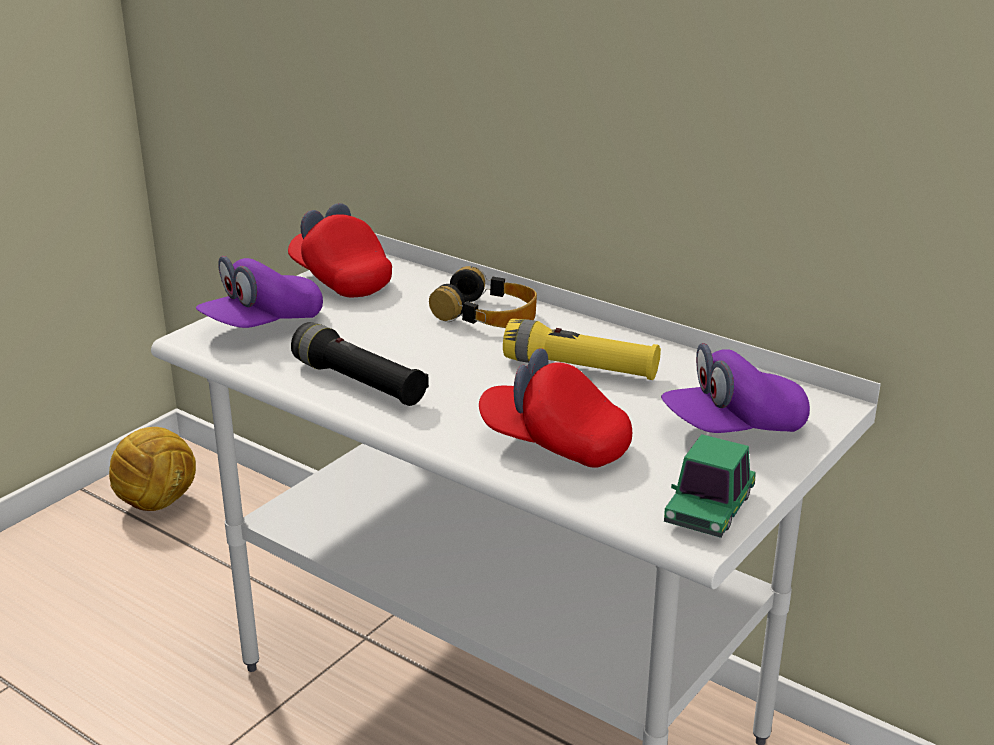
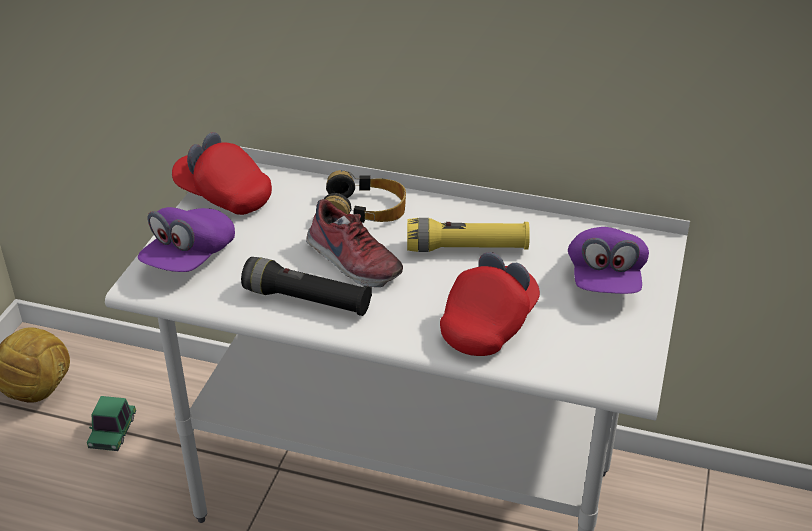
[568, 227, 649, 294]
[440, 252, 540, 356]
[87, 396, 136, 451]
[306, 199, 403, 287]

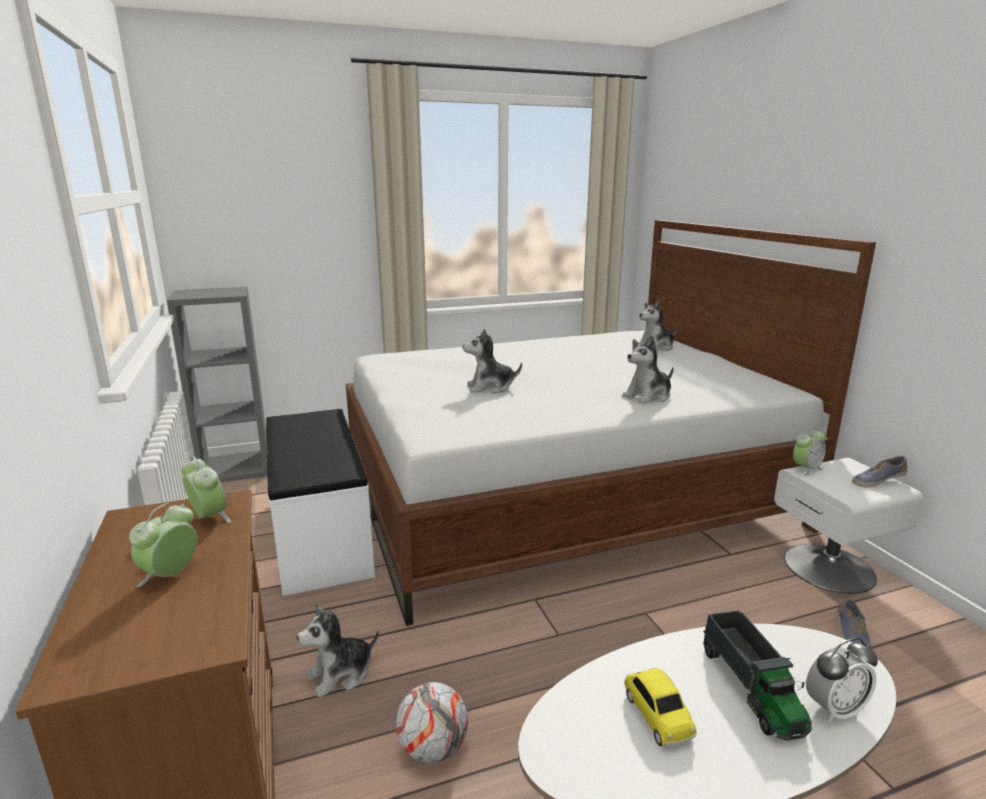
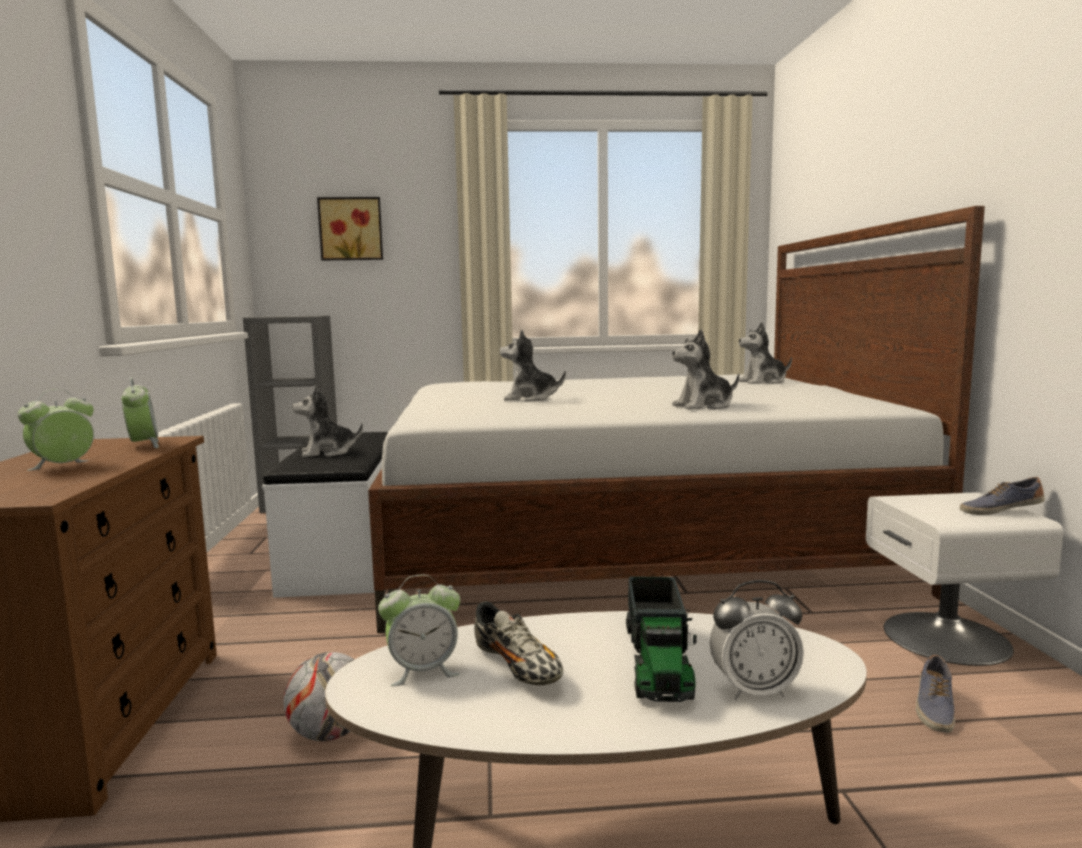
[378, 574, 460, 686]
[292, 386, 363, 457]
[474, 601, 564, 685]
[317, 197, 383, 260]

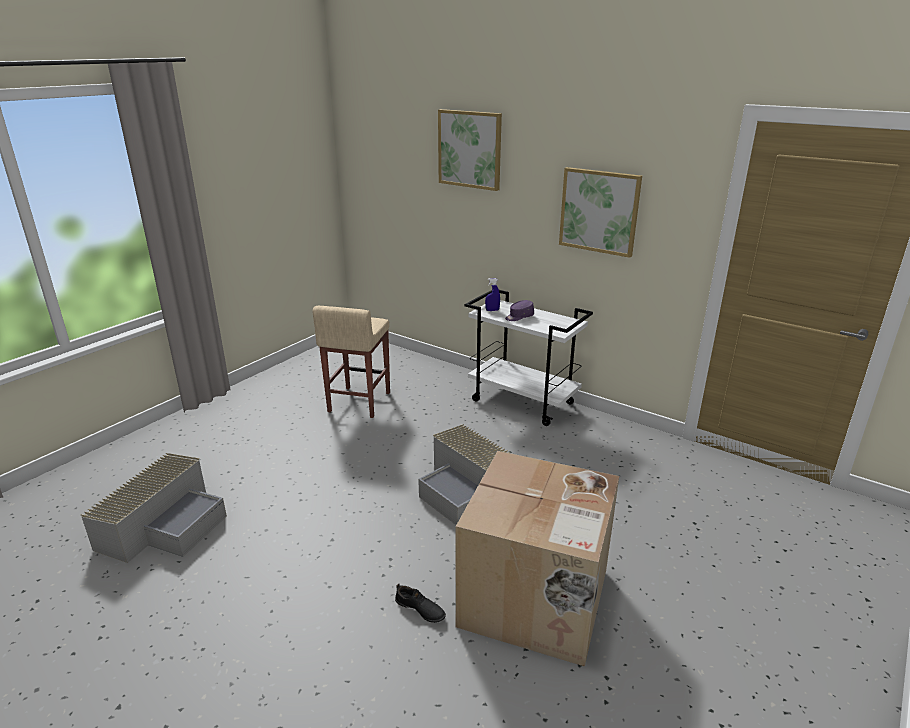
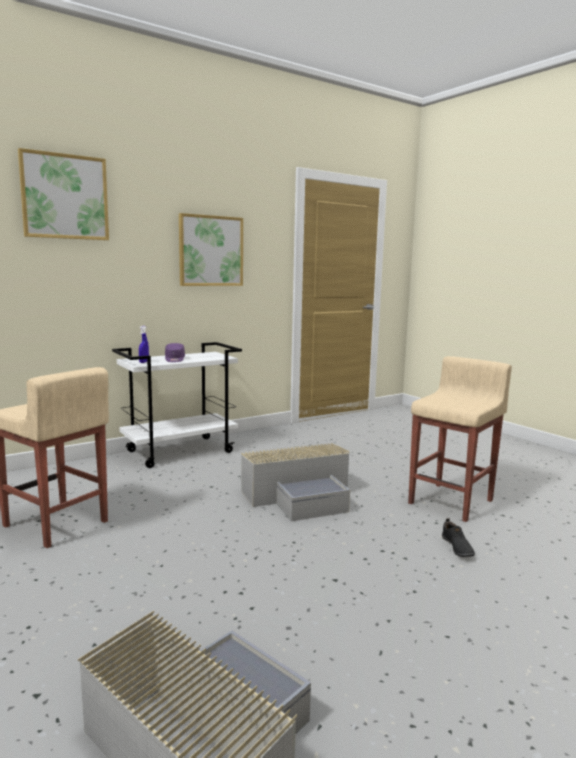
[408, 356, 512, 522]
[442, 518, 475, 557]

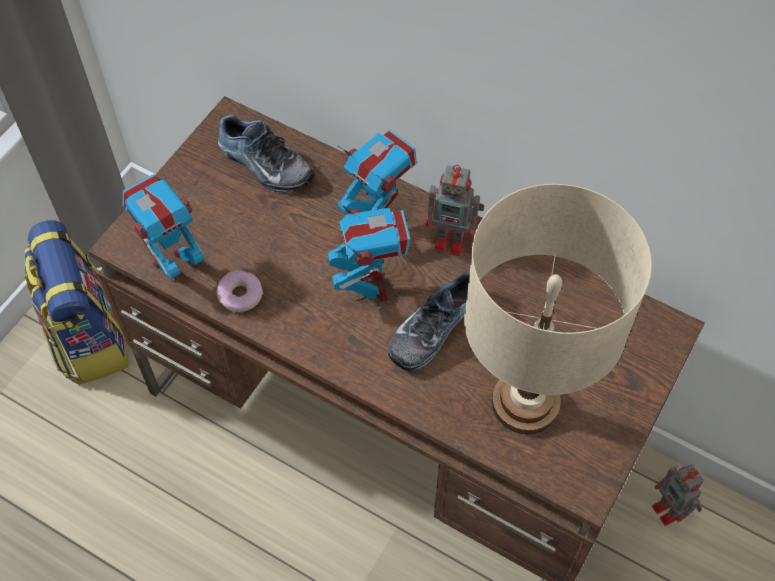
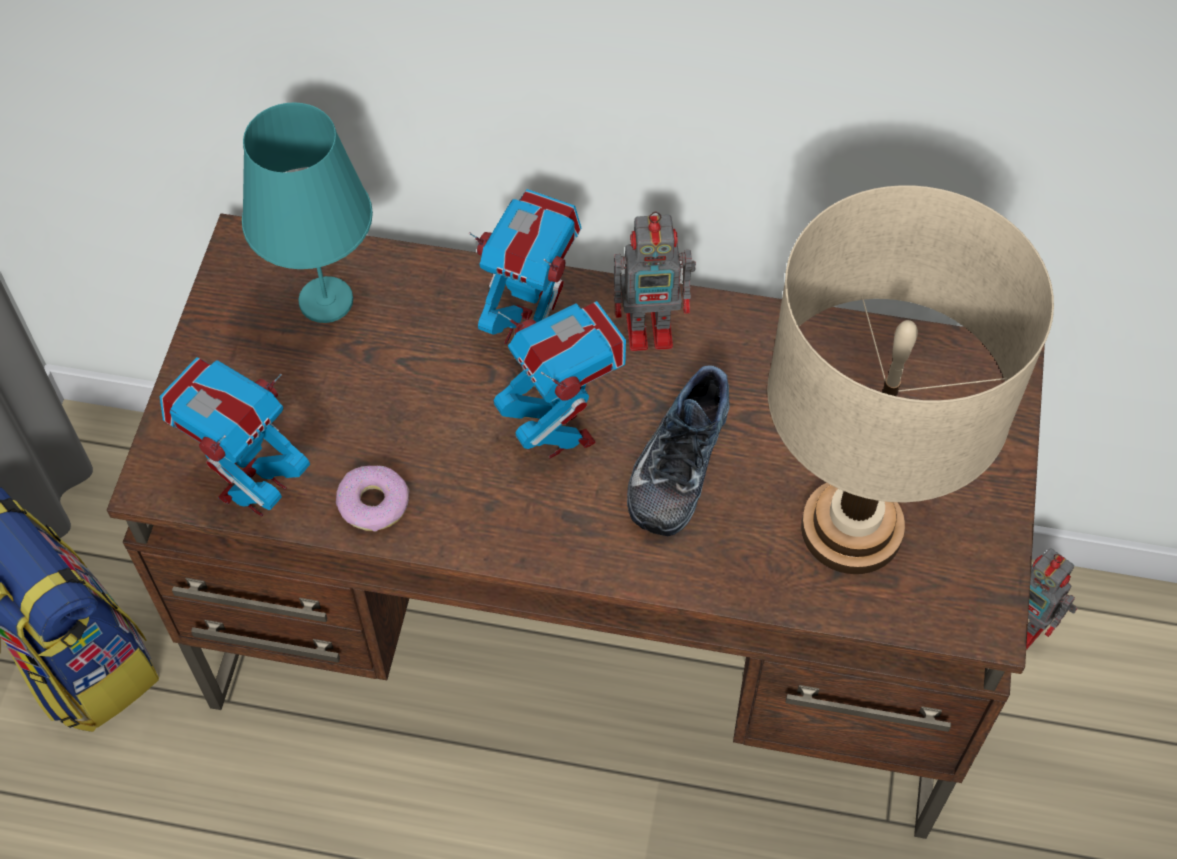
[242, 102, 373, 323]

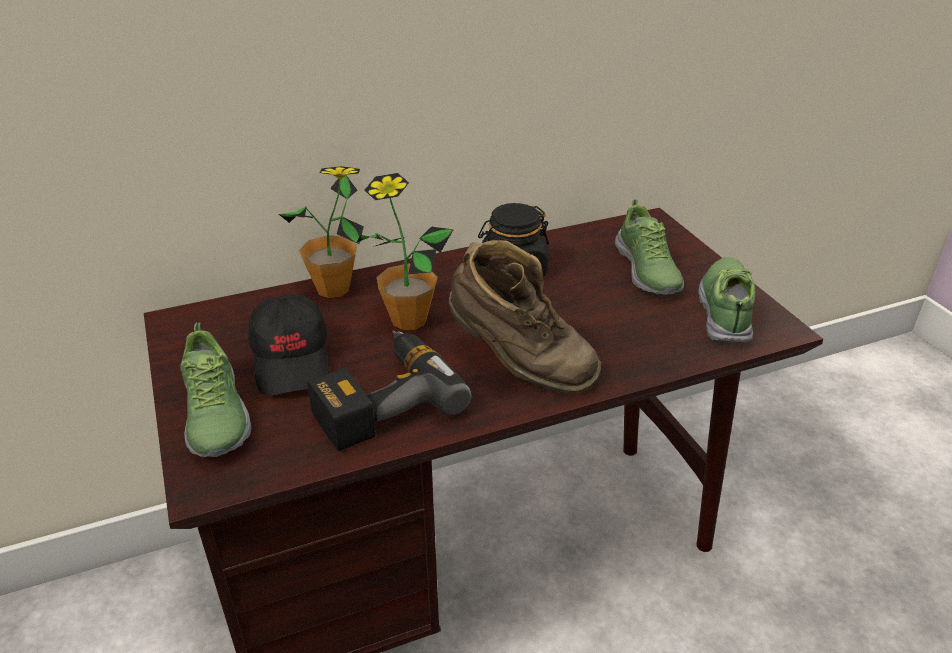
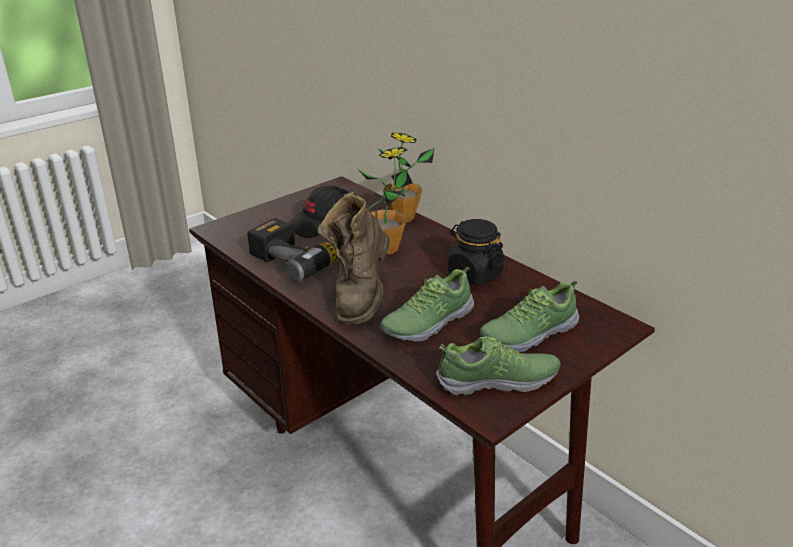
[381, 267, 474, 342]

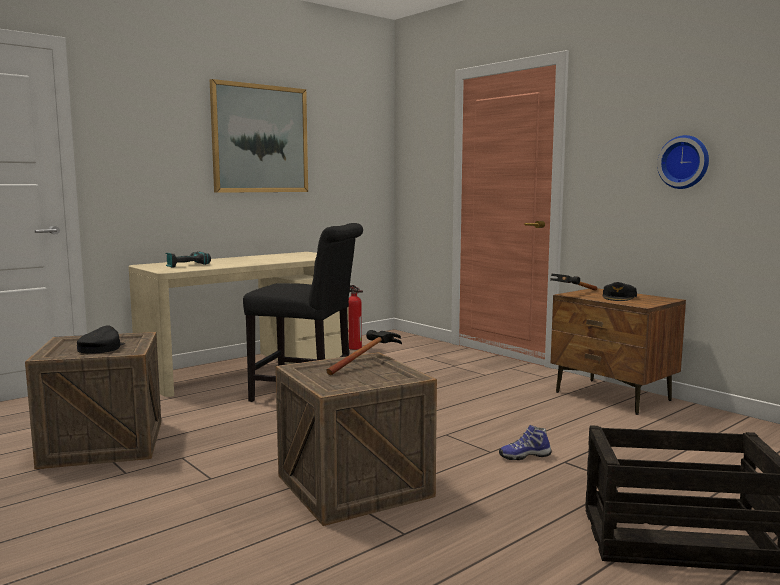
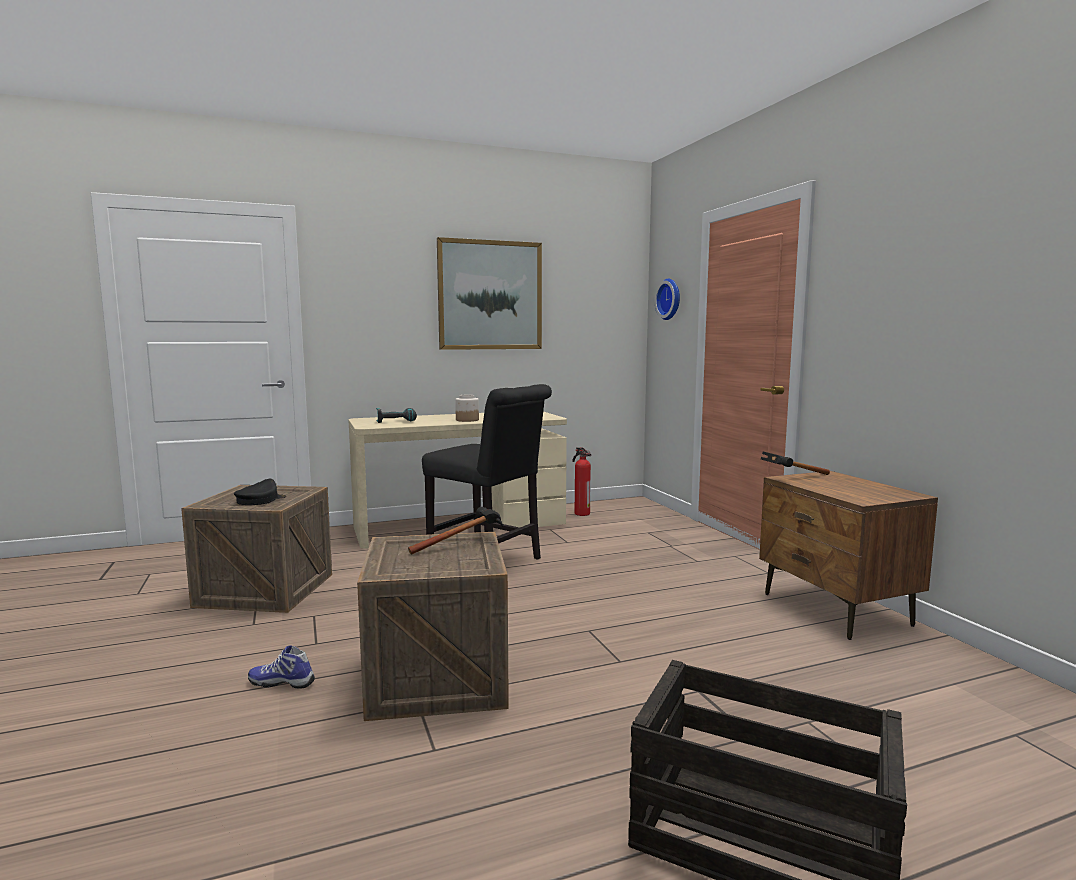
[655, 279, 680, 320]
[603, 282, 637, 301] (first image)
[248, 645, 315, 688]
[455, 395, 479, 422]

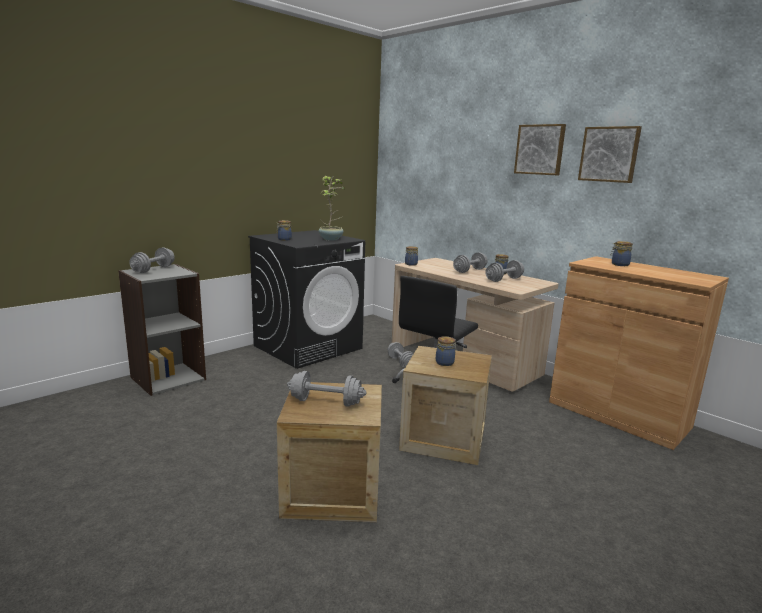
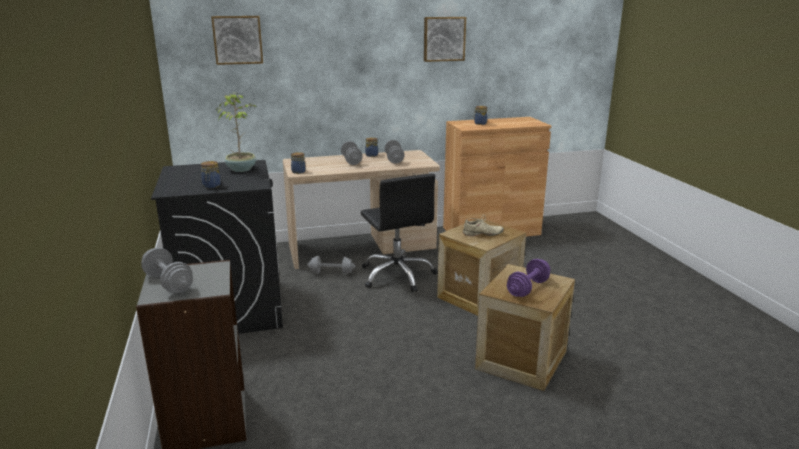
[211, 16, 263, 65]
[463, 215, 504, 236]
[507, 259, 550, 297]

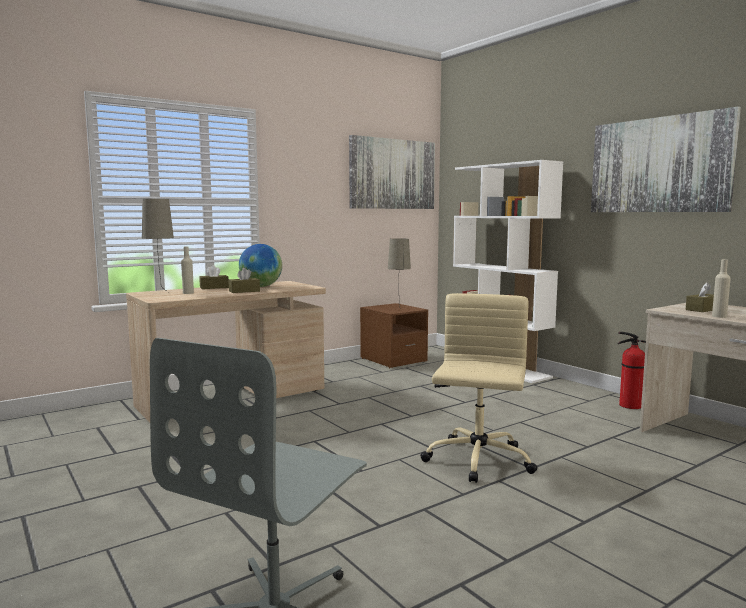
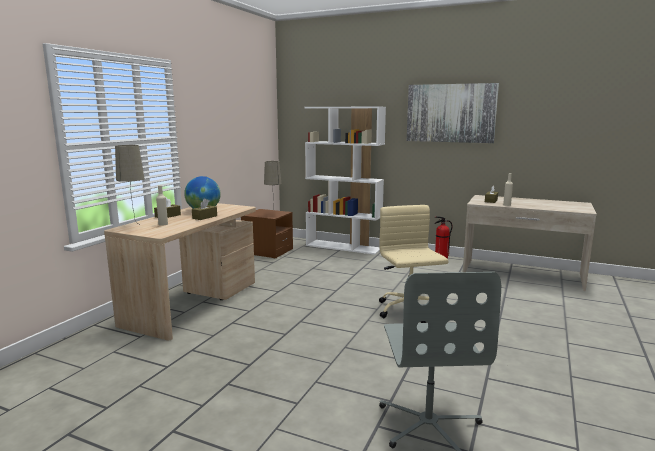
[349, 135, 435, 209] (first image)

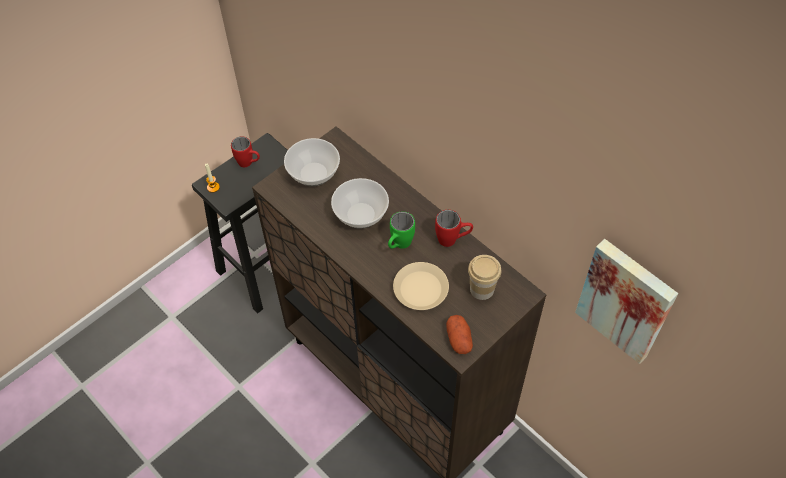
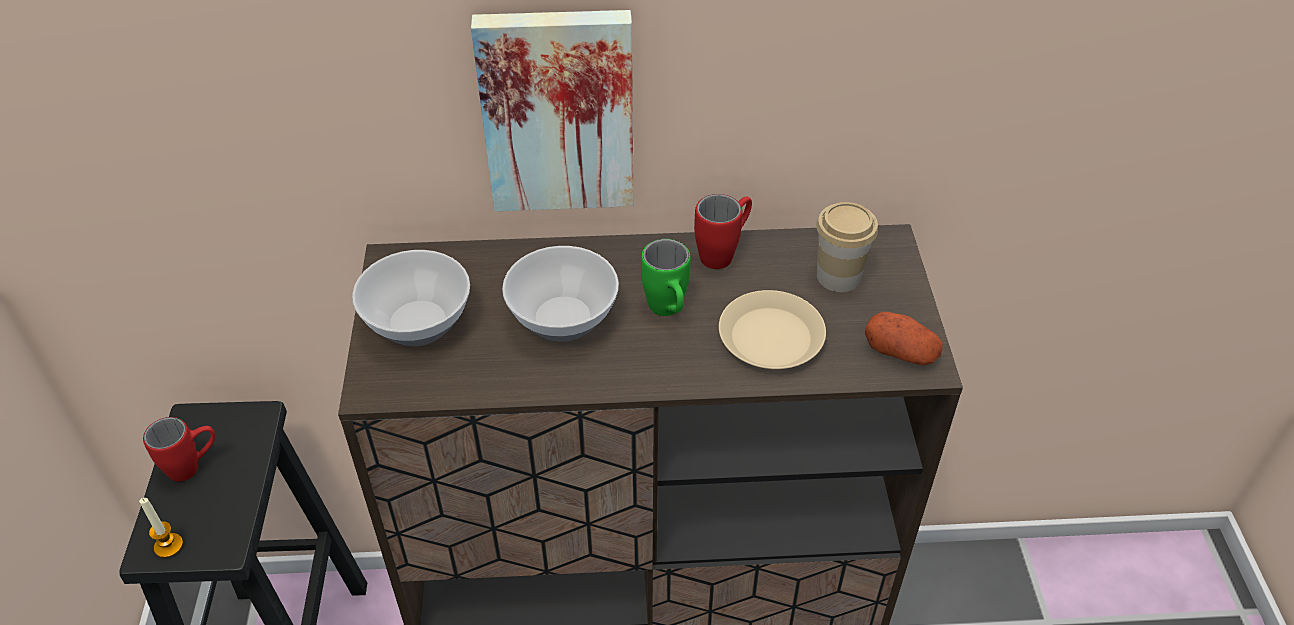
[471, 10, 634, 211]

